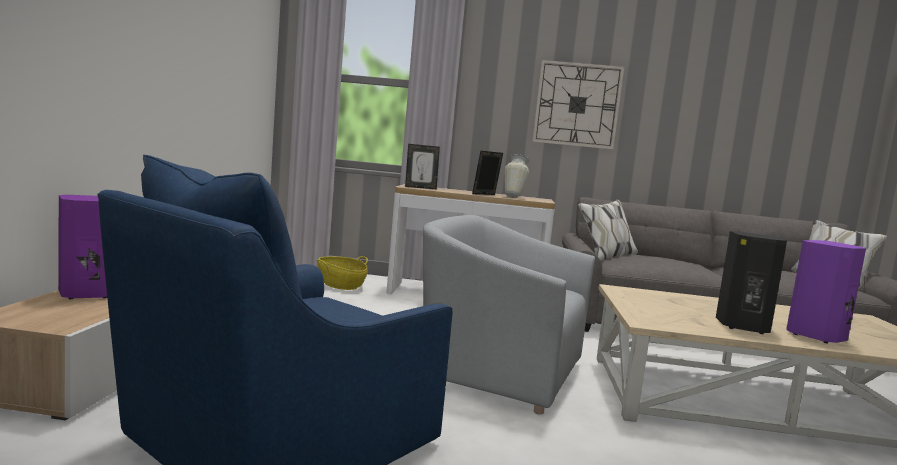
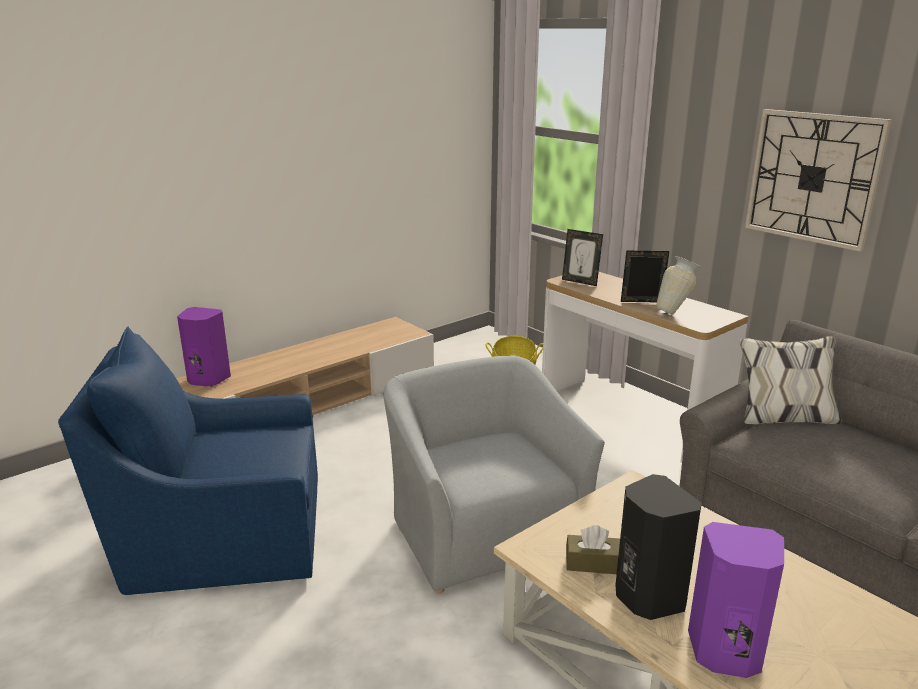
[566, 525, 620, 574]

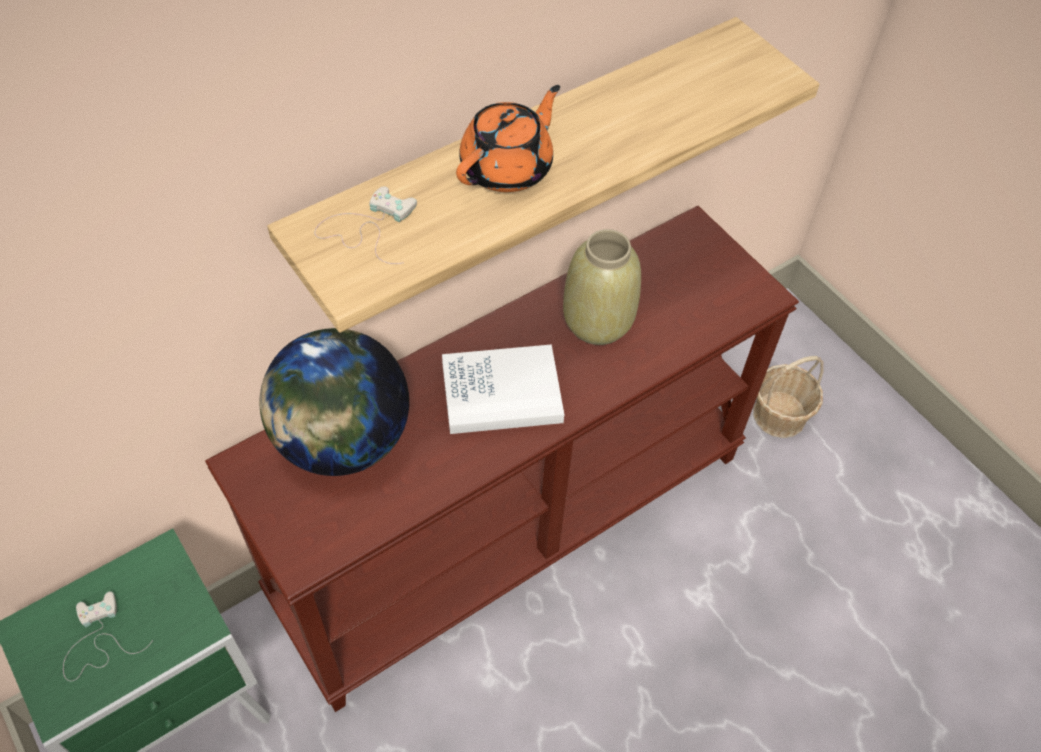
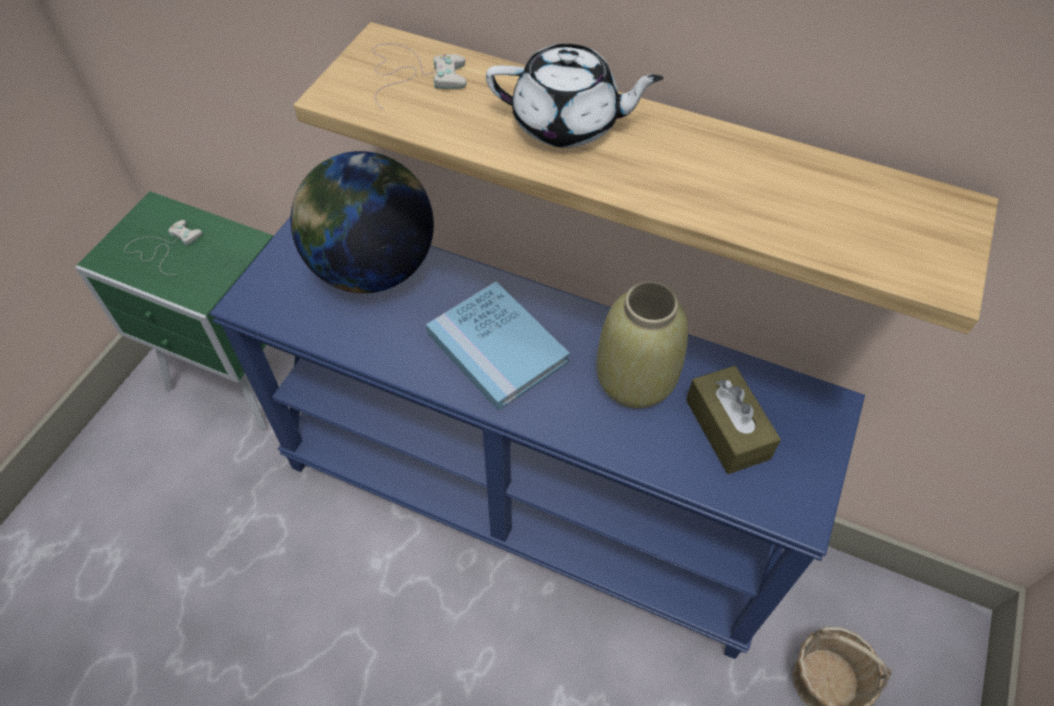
[486, 44, 663, 148]
[209, 216, 865, 659]
[426, 282, 570, 411]
[686, 366, 781, 474]

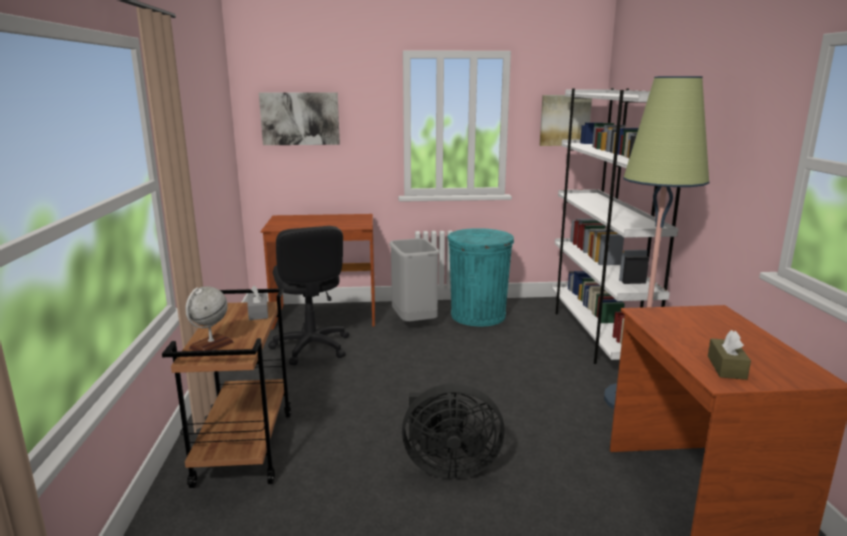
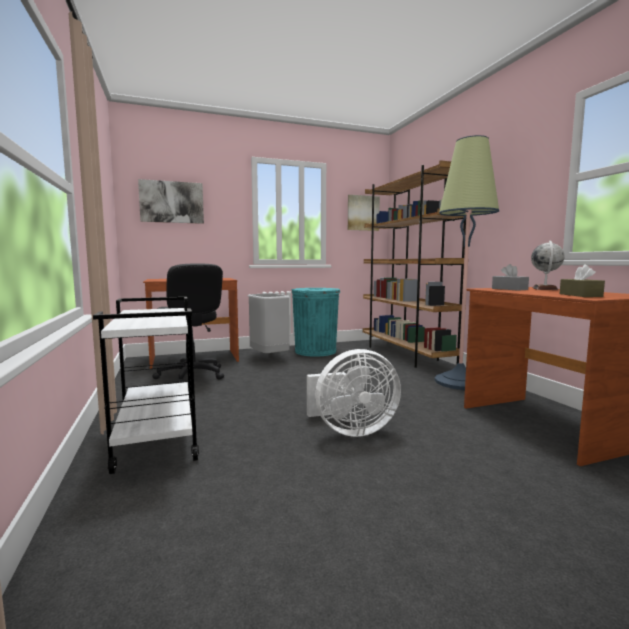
[363, 160, 466, 368]
[492, 264, 529, 291]
[531, 241, 565, 290]
[93, 297, 199, 474]
[307, 349, 401, 437]

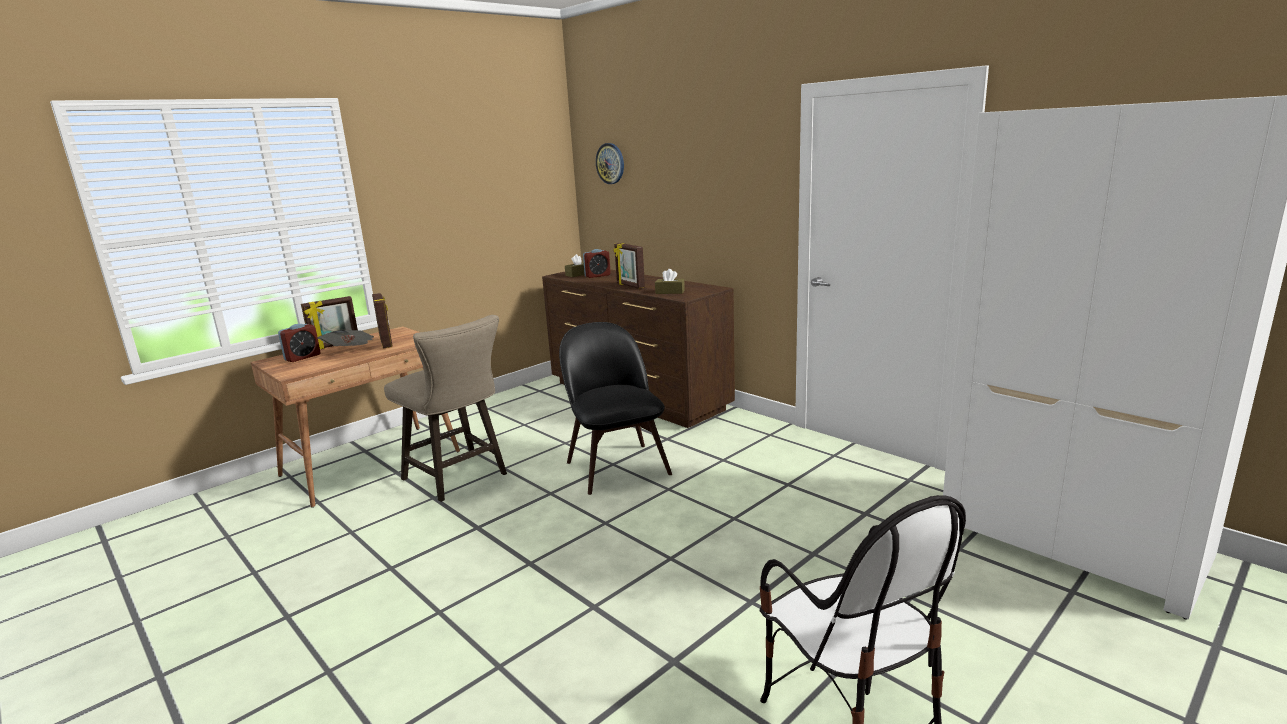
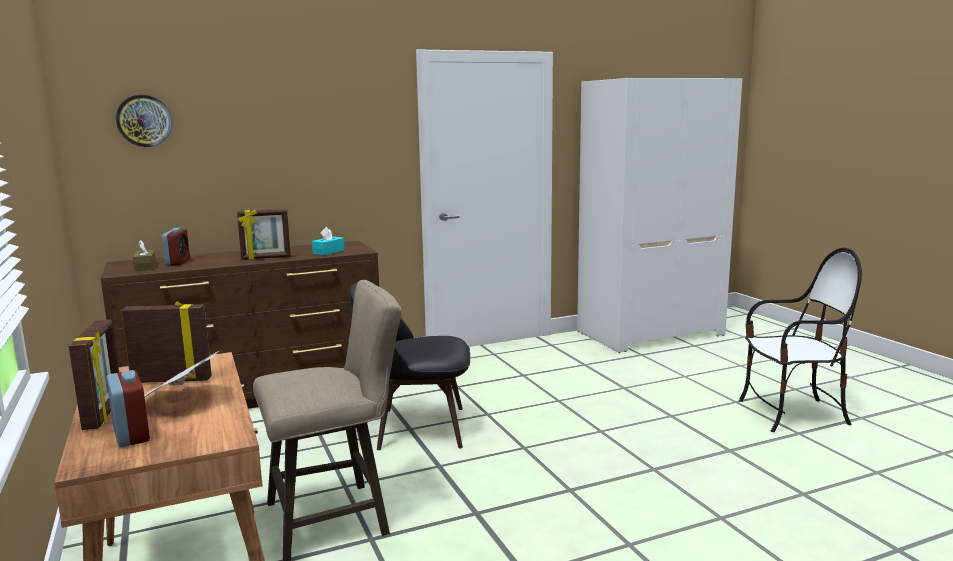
[312, 227, 345, 255]

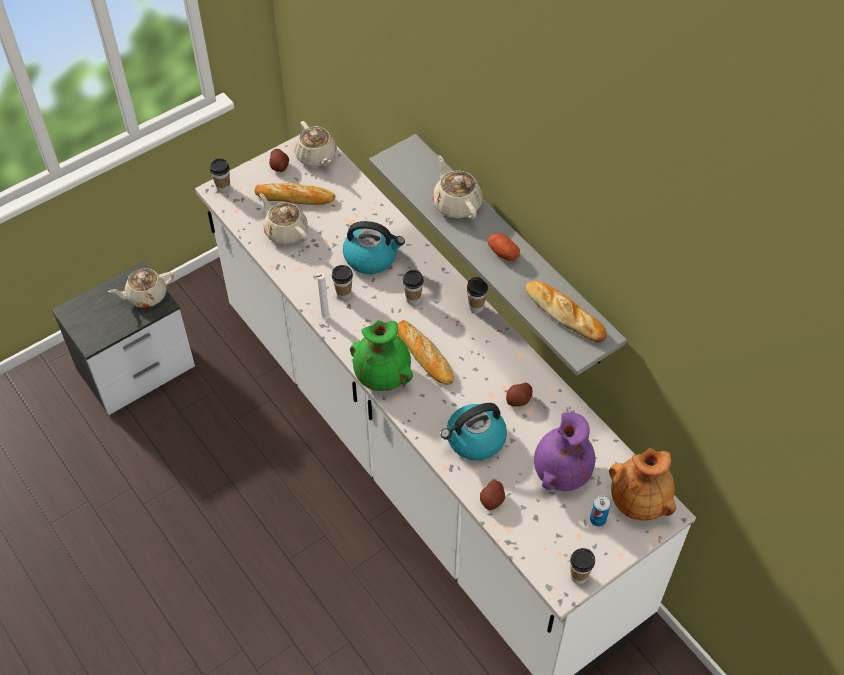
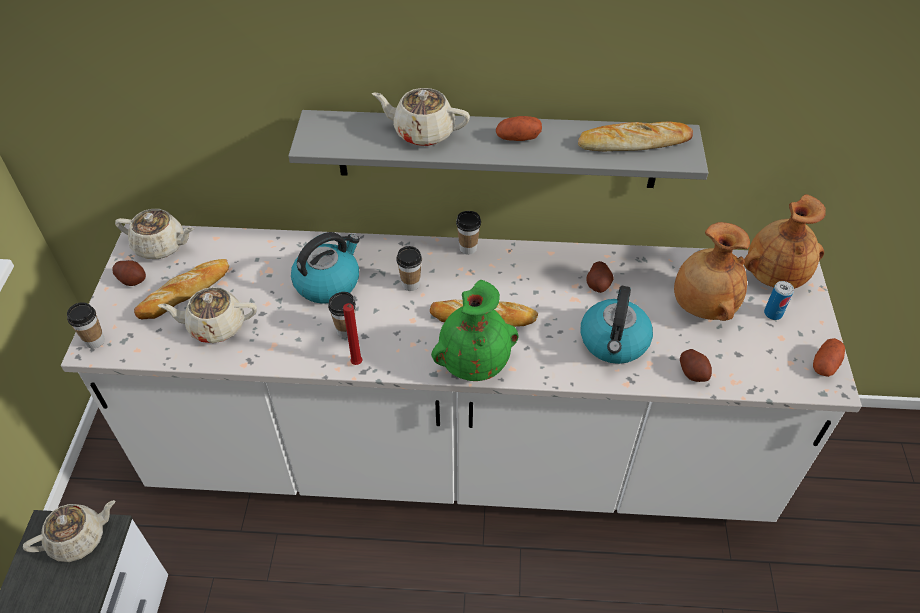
[23, 500, 115, 562]
[343, 303, 362, 365]
[674, 222, 750, 321]
[813, 338, 845, 377]

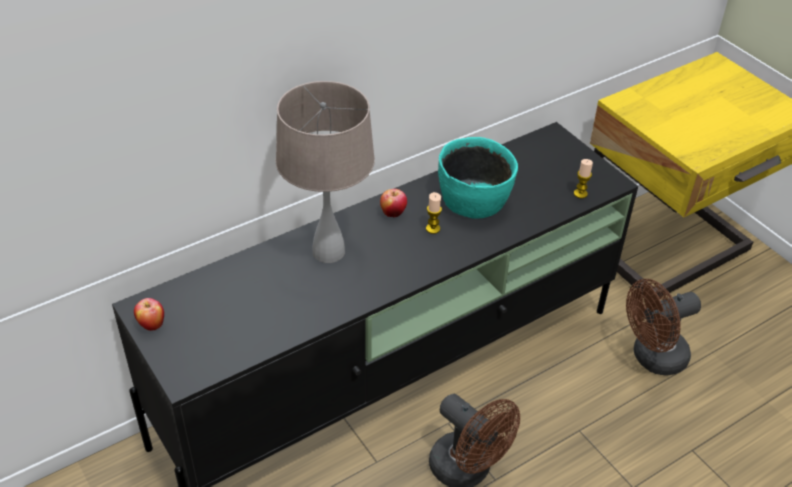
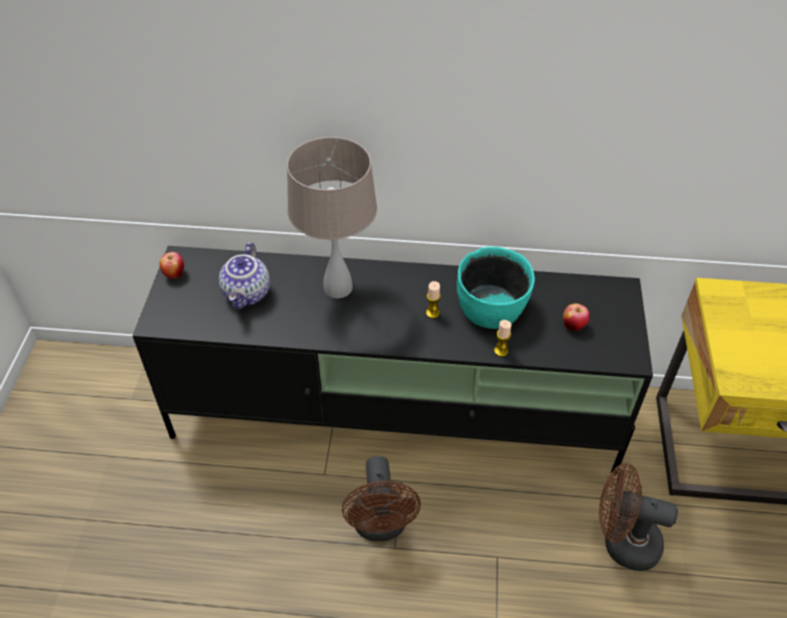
[494, 320, 511, 357]
[563, 303, 590, 331]
[219, 242, 270, 309]

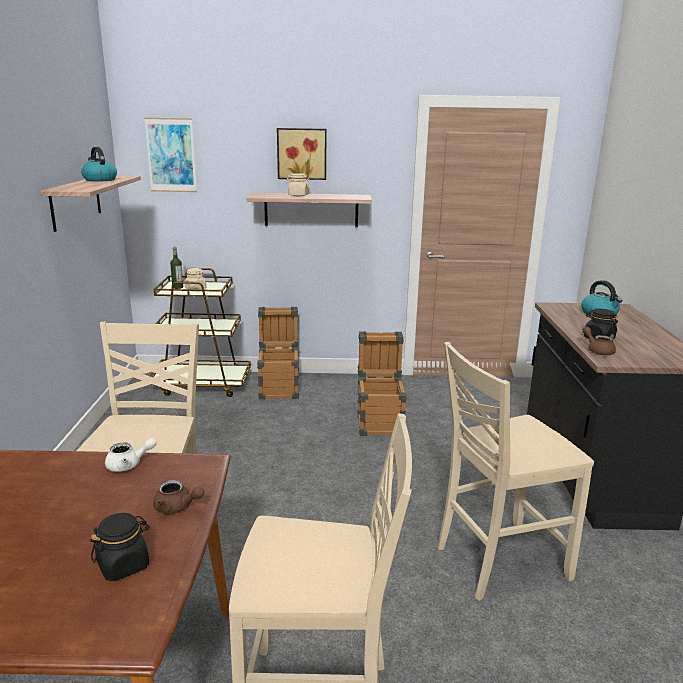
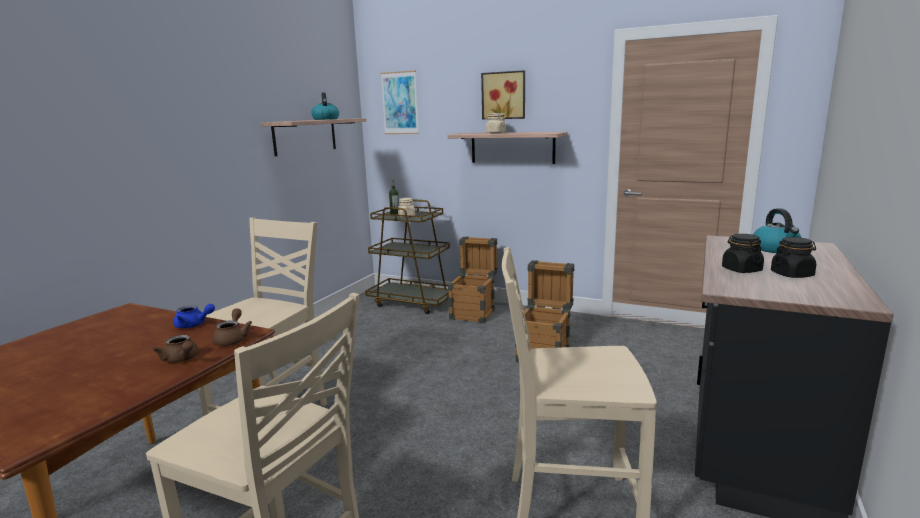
[212, 308, 252, 346]
[173, 304, 215, 328]
[771, 237, 816, 278]

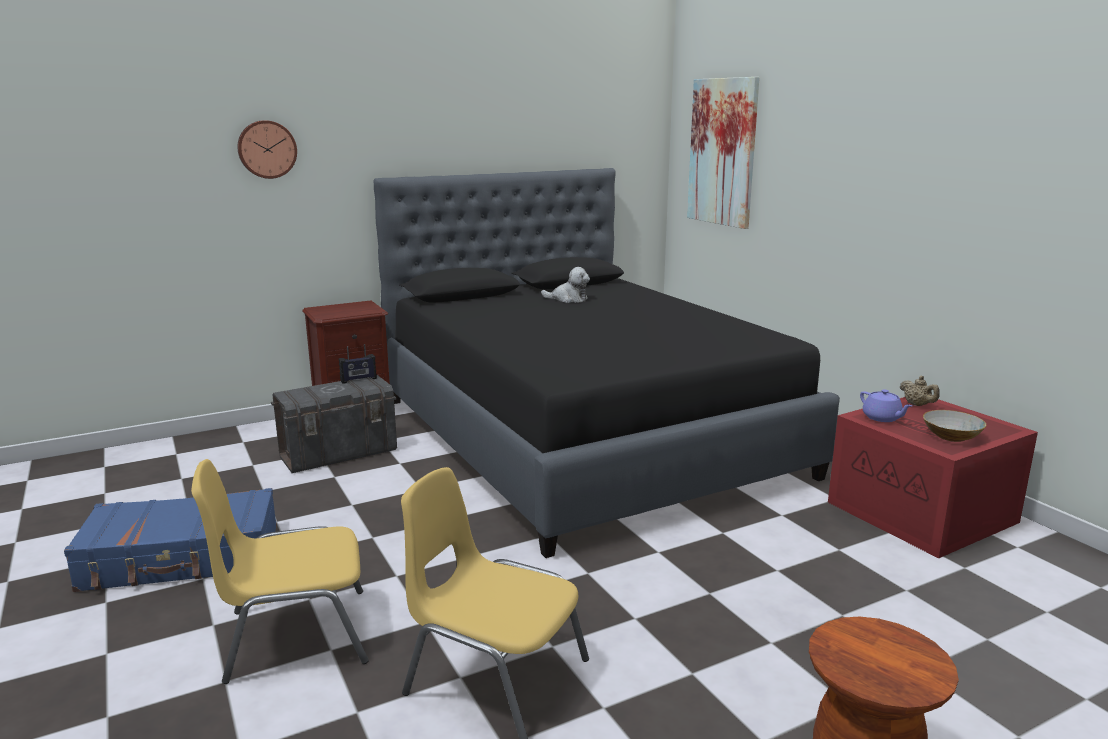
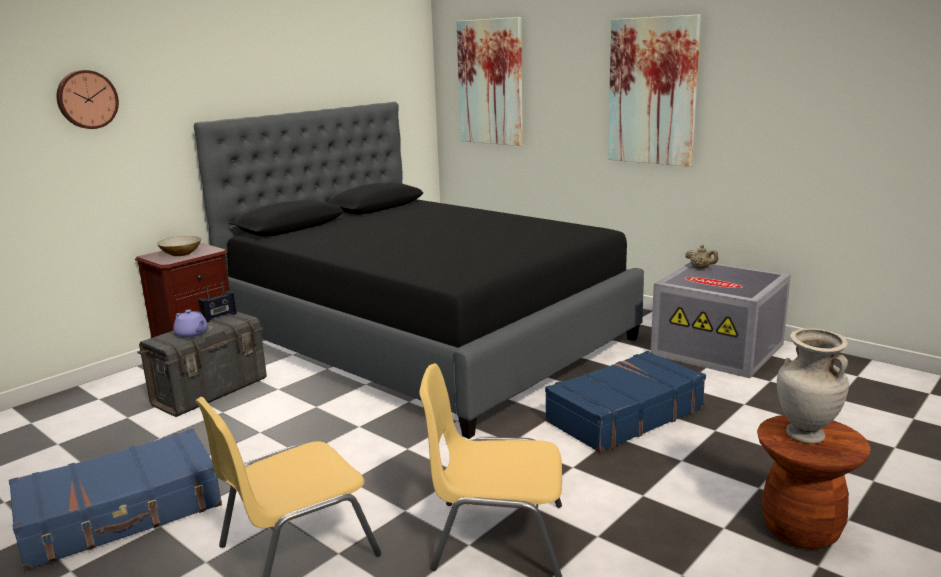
[541, 267, 590, 303] (first image)
[173, 310, 208, 338]
[651, 262, 791, 378]
[157, 236, 201, 256]
[608, 14, 701, 167]
[777, 328, 849, 444]
[545, 351, 706, 453]

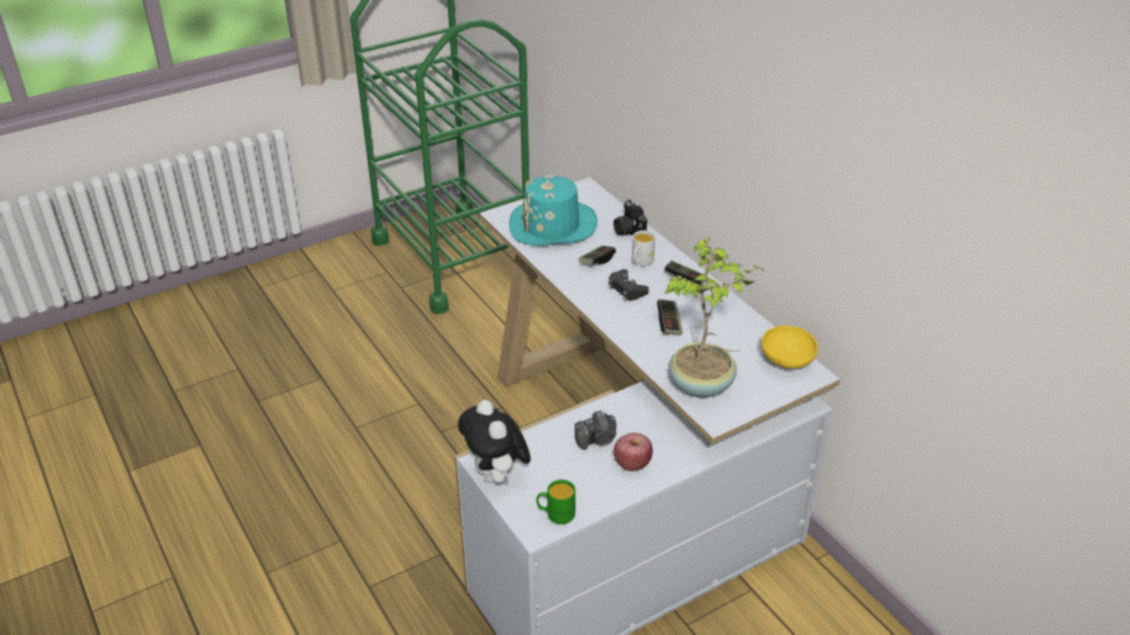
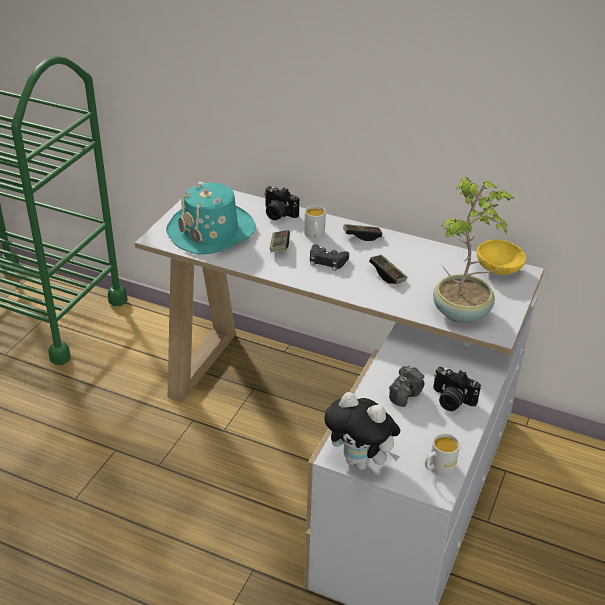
[433, 367, 481, 411]
[425, 433, 460, 476]

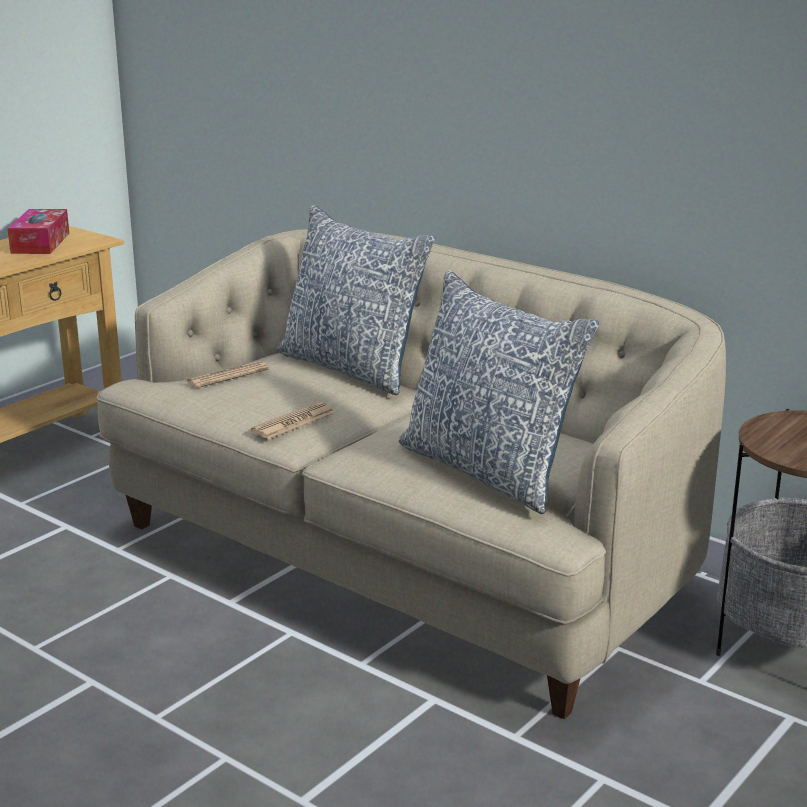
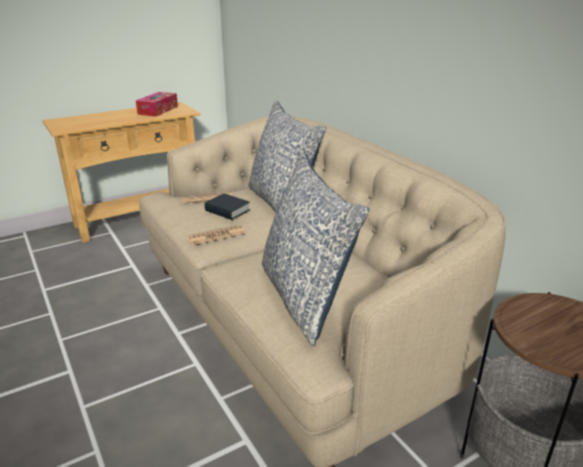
[204, 194, 250, 220]

